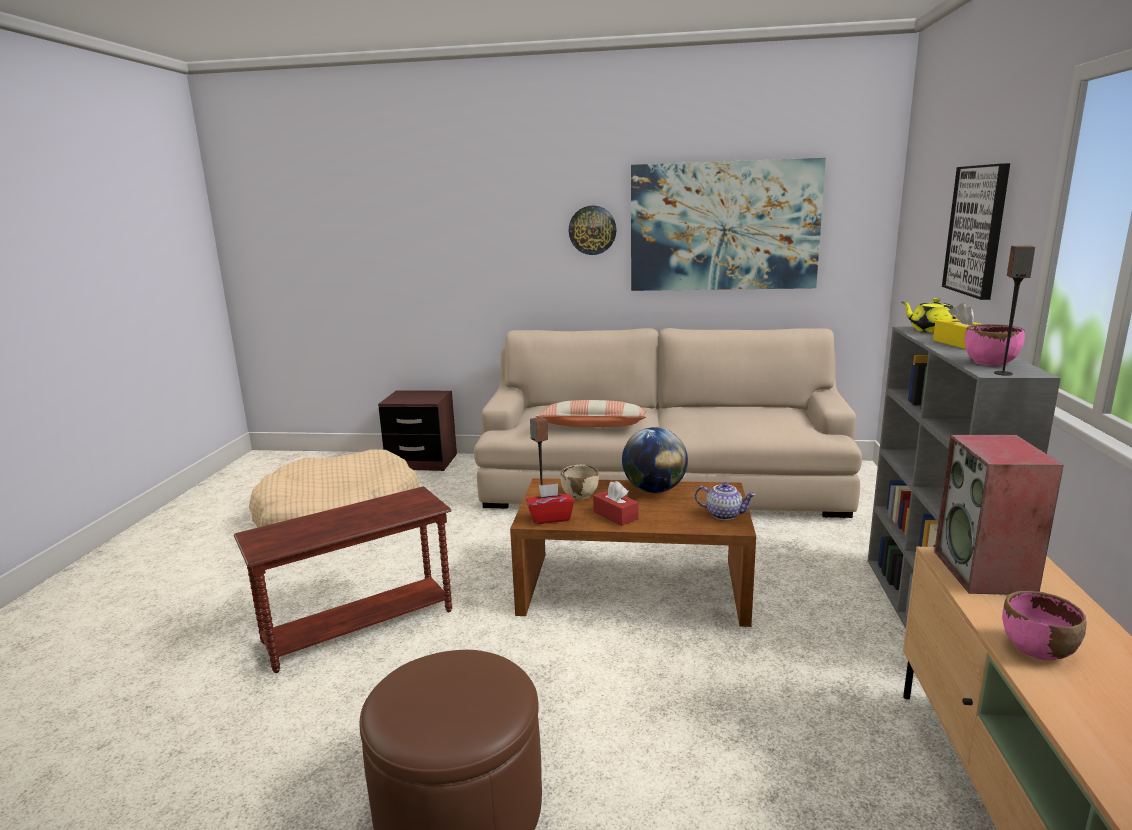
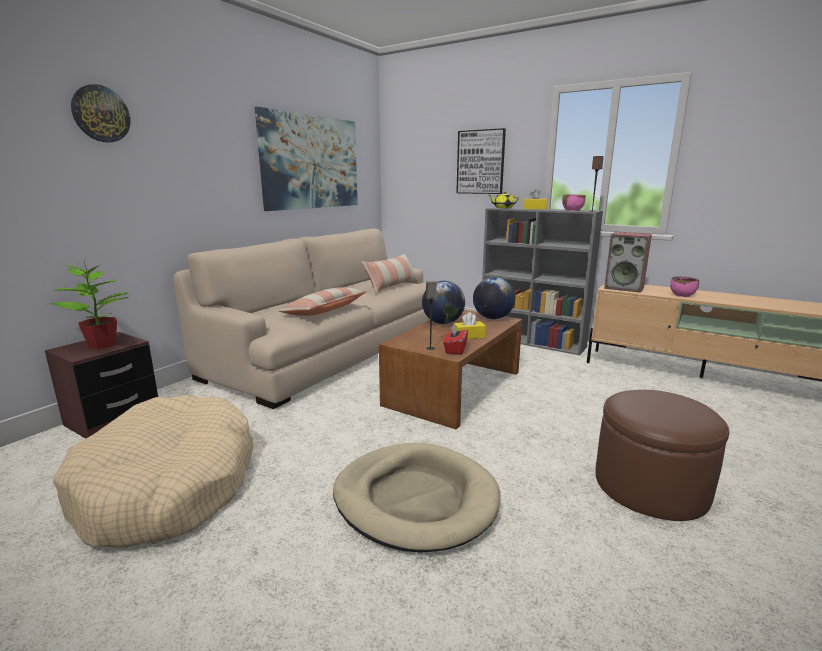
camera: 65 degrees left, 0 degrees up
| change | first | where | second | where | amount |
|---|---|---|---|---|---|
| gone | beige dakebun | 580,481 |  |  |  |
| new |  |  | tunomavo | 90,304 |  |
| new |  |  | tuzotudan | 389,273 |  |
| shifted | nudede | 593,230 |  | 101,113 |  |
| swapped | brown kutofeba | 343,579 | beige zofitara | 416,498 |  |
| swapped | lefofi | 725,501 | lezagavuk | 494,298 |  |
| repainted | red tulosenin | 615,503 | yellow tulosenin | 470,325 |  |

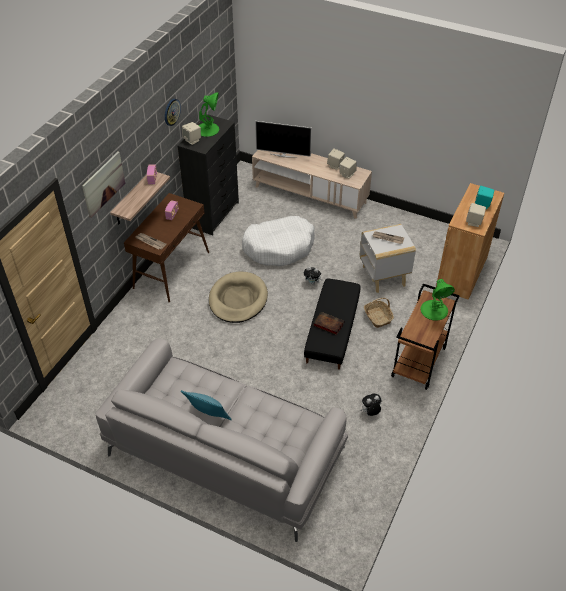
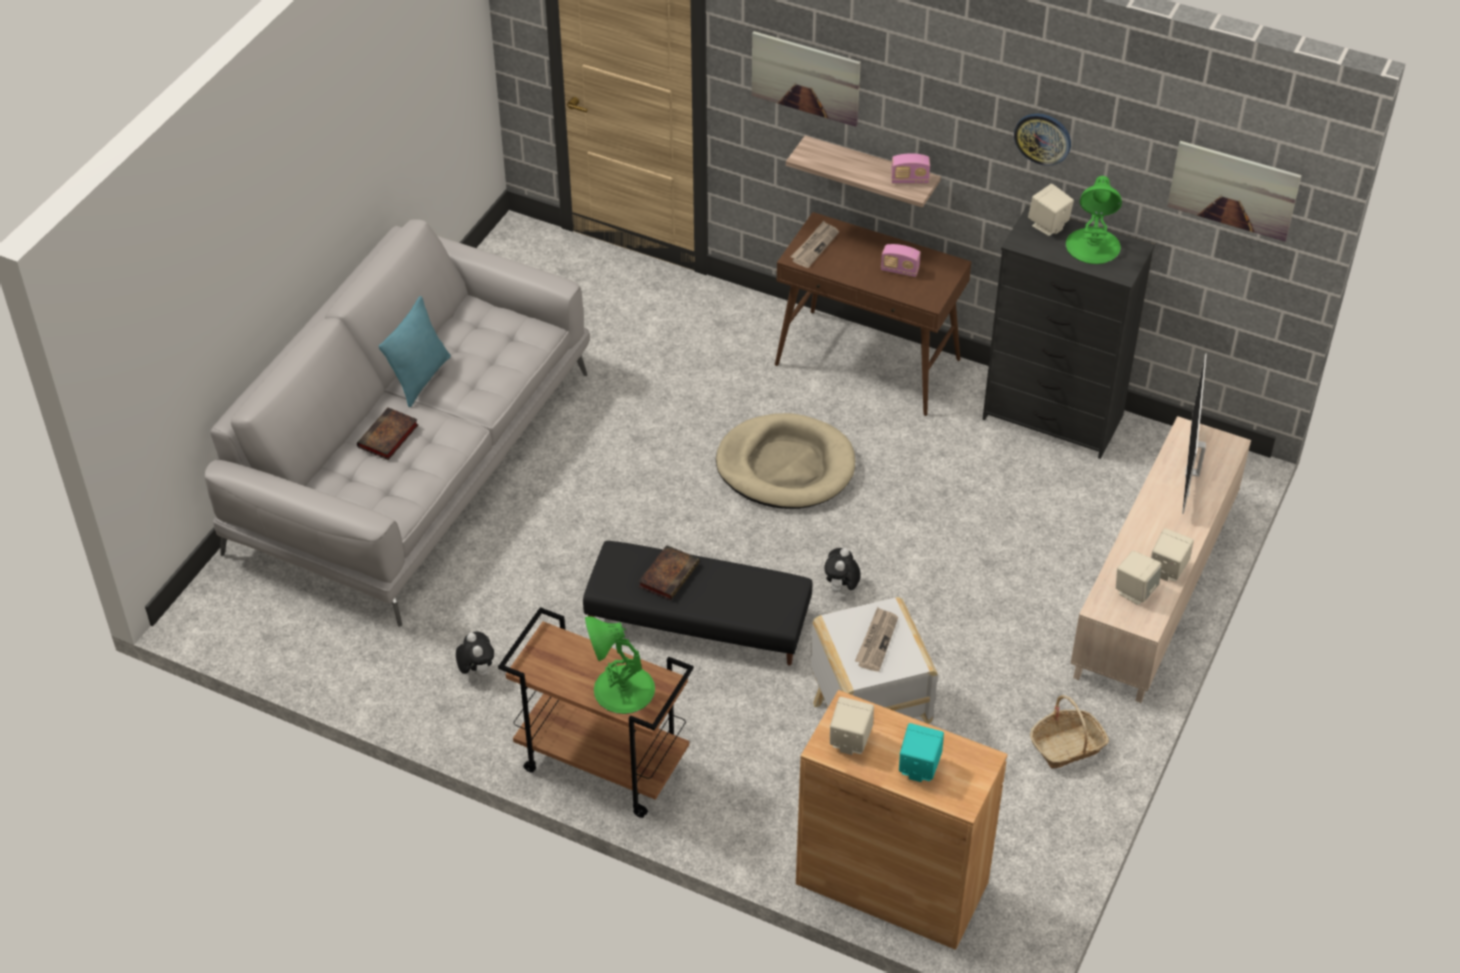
camera: 90 degrees right, 0 degrees up
| change | first | where | second | where | amount |
|---|---|---|---|---|---|
| gone | white zofitara | 278,241 |  |  |  |
| new |  |  | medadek | 388,433 |  |
| new |  |  | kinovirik | 1234,191 |  |
| shifted | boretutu | 379,313 |  | 1069,731 |  |

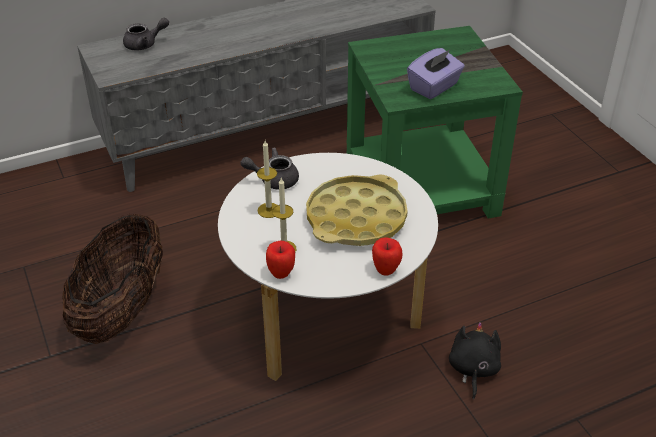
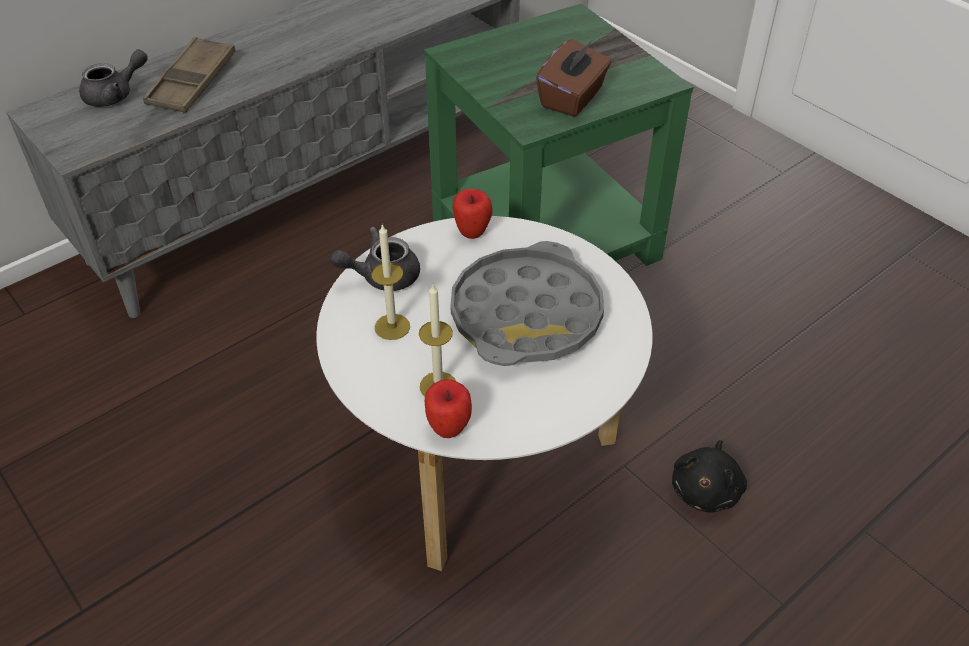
camera: 15 degrees left, 5 degrees up
| change | first | where | second | where | amount |
|---|---|---|---|---|---|
| gone | boretutu | 112,279 |  |  |  |
| new |  |  | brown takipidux | 189,75 |  |
| shifted | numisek | 387,257 |  | 472,214 |  |
| repainted | yellow takipidux | 357,210 | grey takipidux | 527,303 |  |
| repainted | purple tulosenin | 436,73 | brown tulosenin | 573,78 |  |
| rotated | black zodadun | 475,361 |  | 709,476 | 150 degrees counterclockwise |

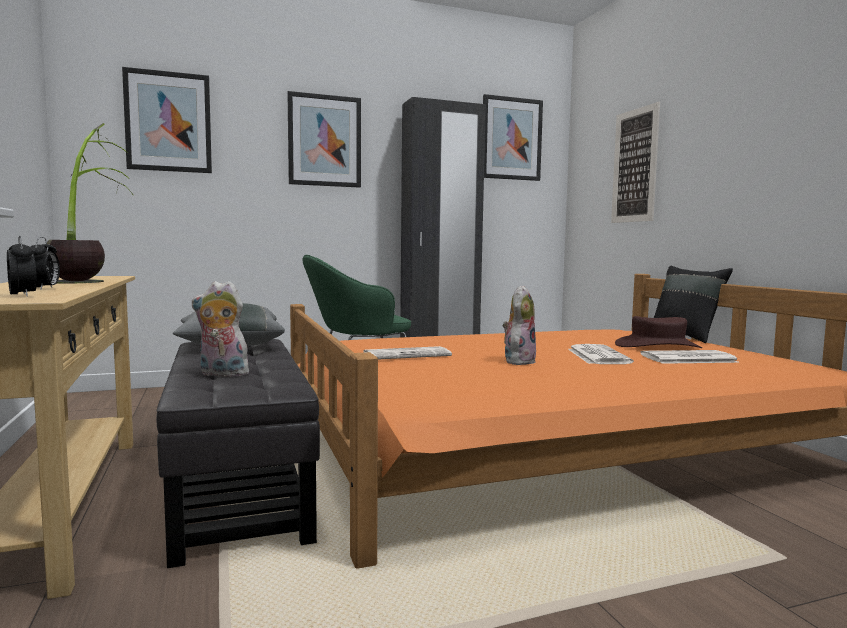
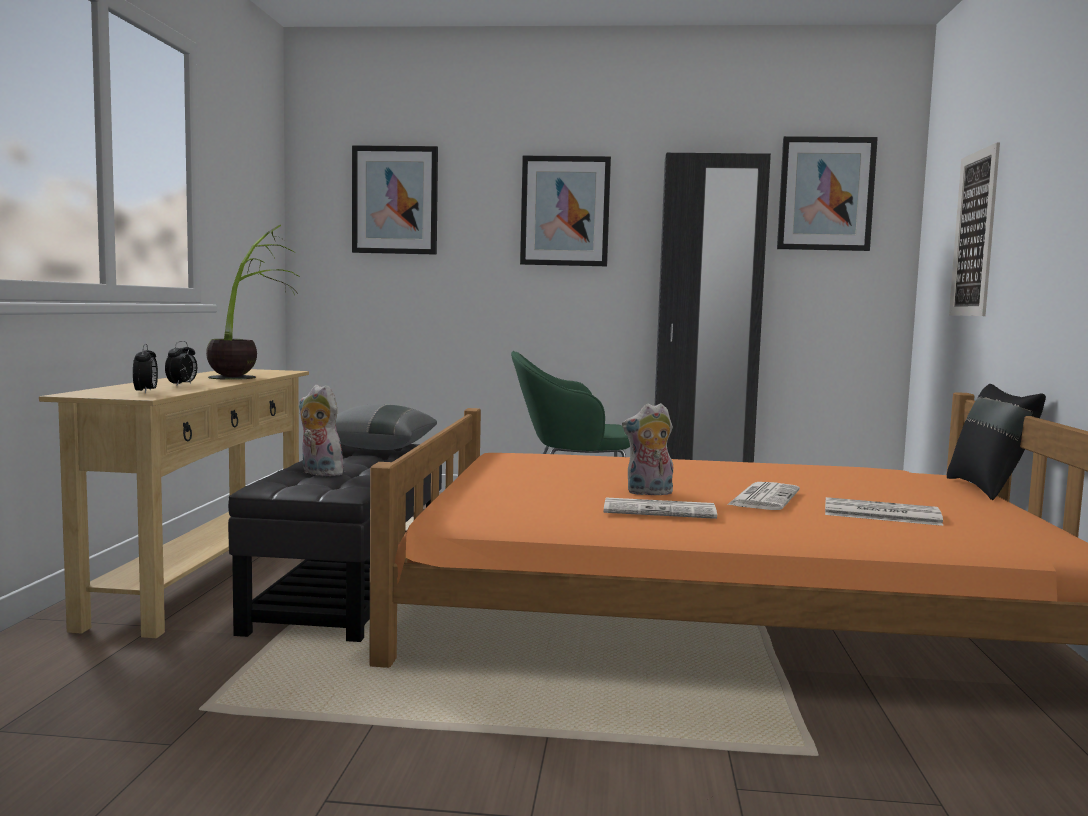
camera: 25 degrees right, 0 degrees up
| change | first | where | second | where | amount |
|---|---|---|---|---|---|
| gone | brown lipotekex | 658,332 |  |  |  |
| shifted | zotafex | 407,353 |  | 660,508 |  |
| rotated | zodadun | 519,325 |  | 647,449 | 150 degrees counterclockwise |

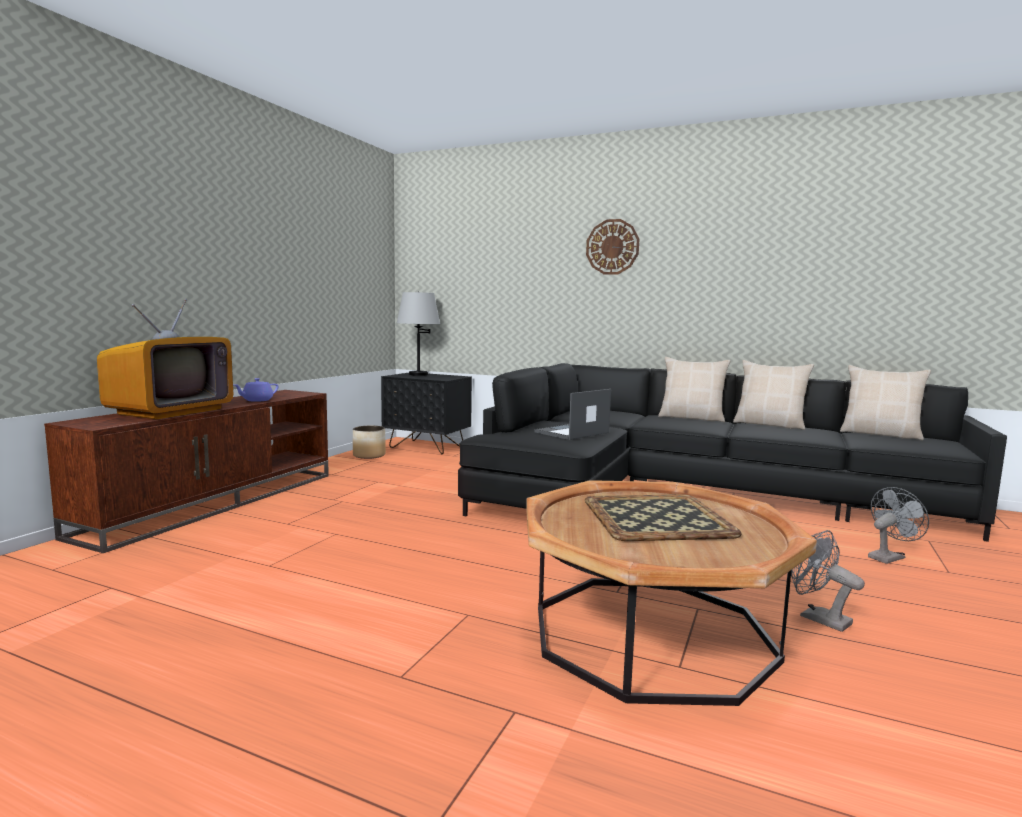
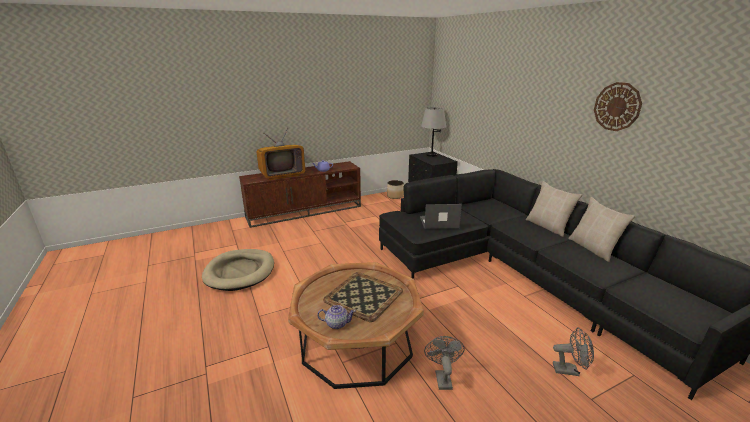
camera: 40 degrees right, 15 degrees up
| change | first | where | second | where | amount |
|---|---|---|---|---|---|
| gone | beige tuzotudan | 885,402 |  |  |  |
| new |  |  | beige zofitara | 238,270 |  |
| new |  |  | lefofi | 337,317 |  |
| shifted | nudede | 612,247 |  | 618,106 |  |

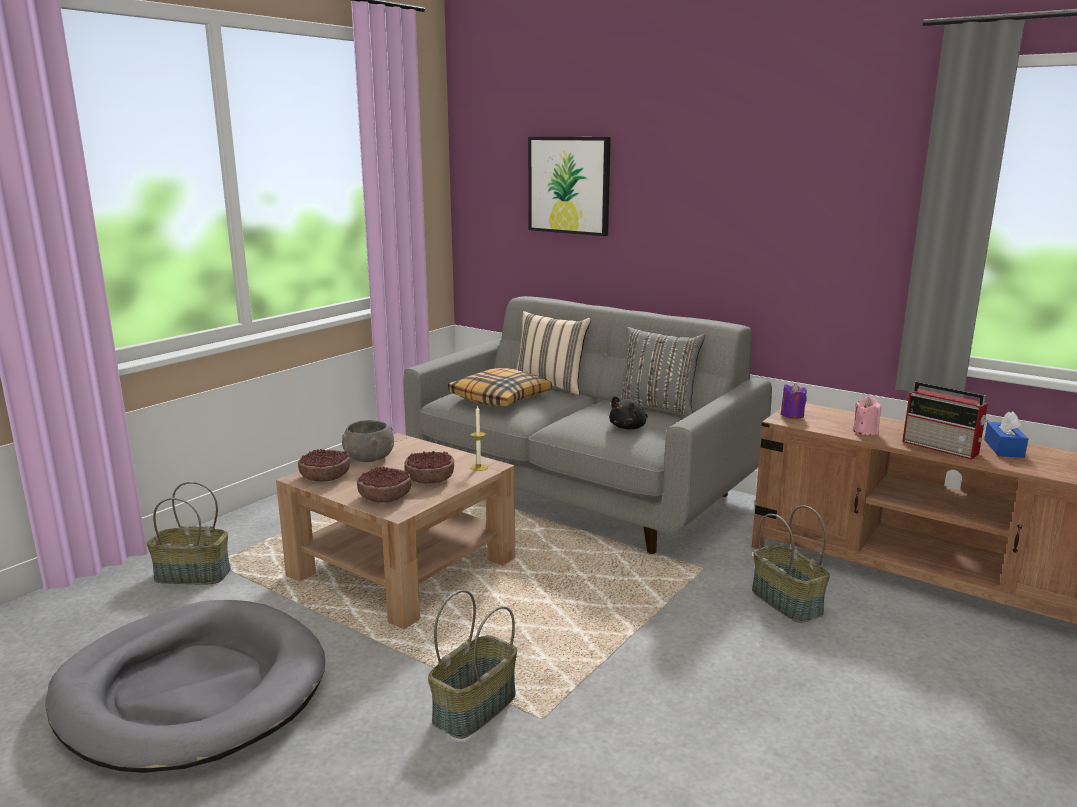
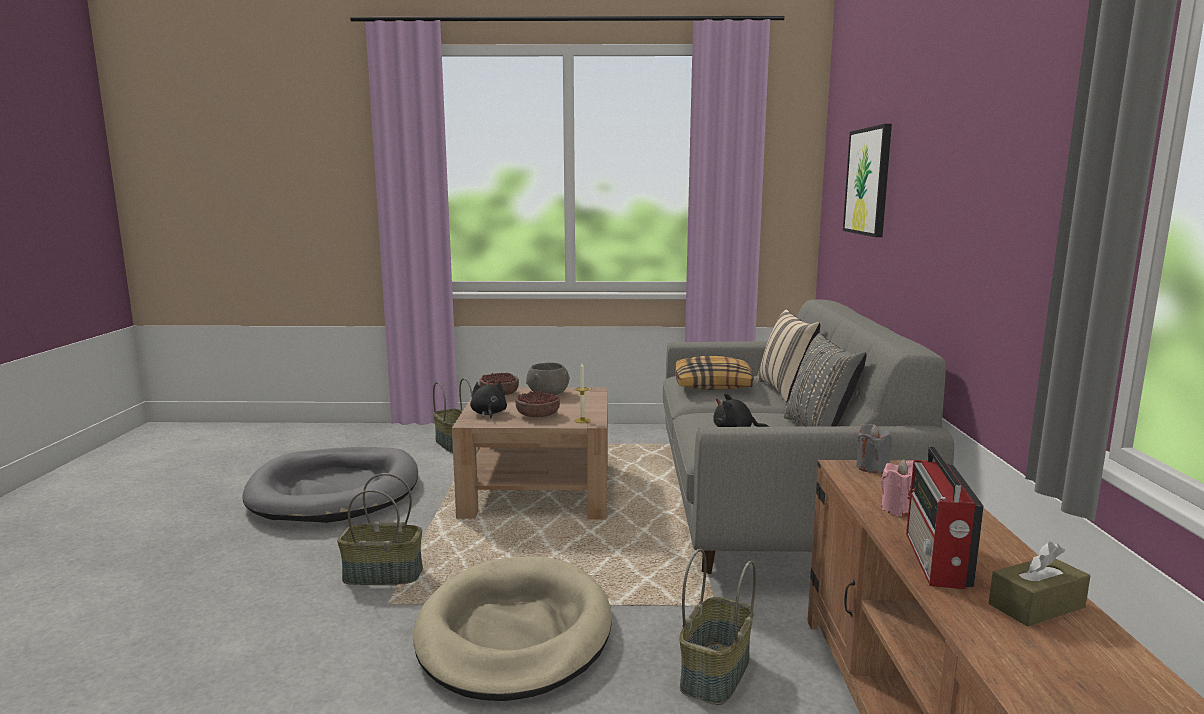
camera: 55 degrees right, 5 degrees down
| change | first | where | second | where | amount |
|---|---|---|---|---|---|
| new |  |  | beige zofitara | 513,629 |  |
| swapped | dakebun | 384,485 | black zodadun | 488,400 |  |
| repainted | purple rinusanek | 794,401 | grey rinusanek | 874,448 |  |
| repainted | blue tulosenin | 1006,434 | brown tulosenin | 1039,584 |  |

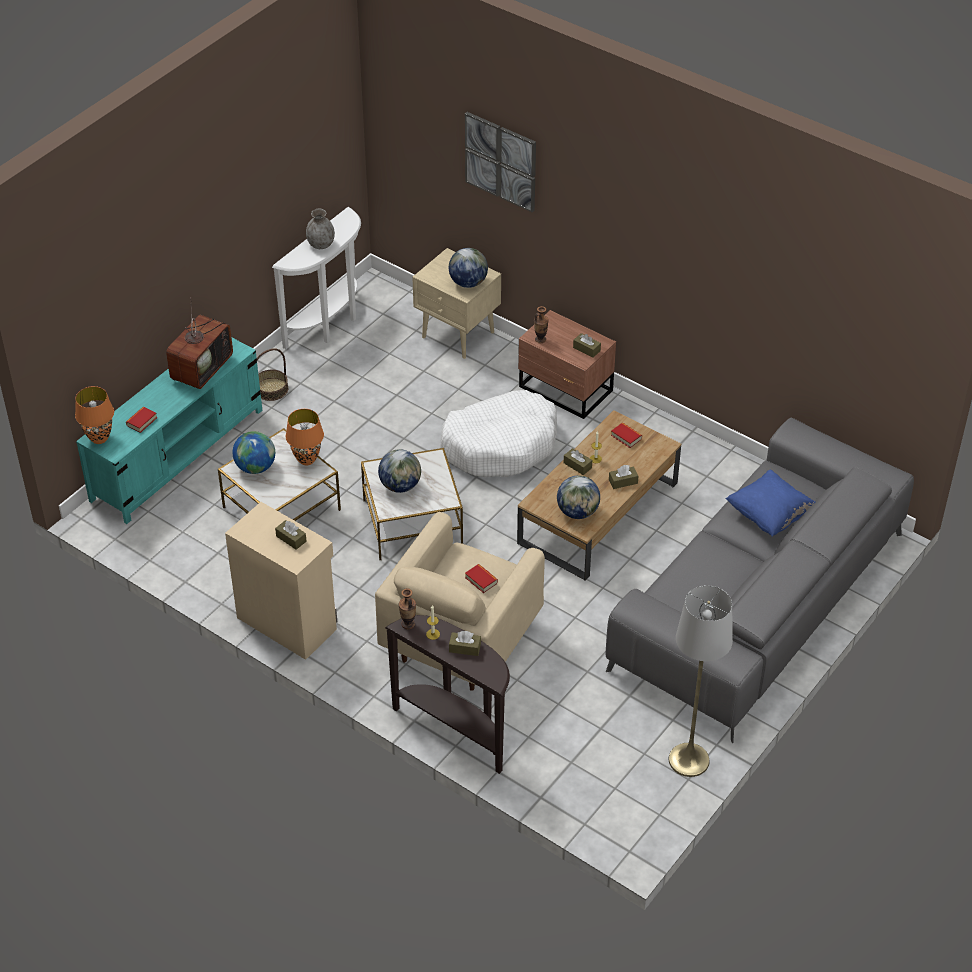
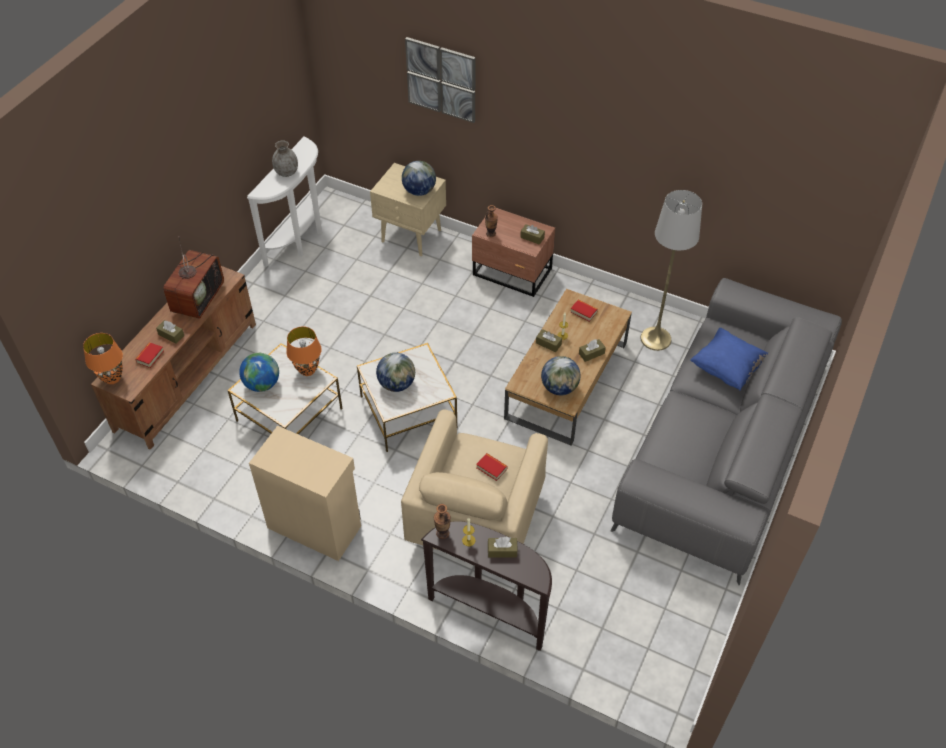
camera: 10 degrees left, 5 degrees up
| change | first | where | second | where | amount |
|---|---|---|---|---|---|
| gone | boretutu | 272,374 |  |  |  |
| gone | white zofitara | 498,433 |  |  |  |
| shifted | brown tulosenin | 291,535 |  | 170,332 |  |
| shifted | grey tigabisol | 701,681 |  | 671,270 |  |
| repainted | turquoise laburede | 169,430 | brown laburede | 173,358 |  |

